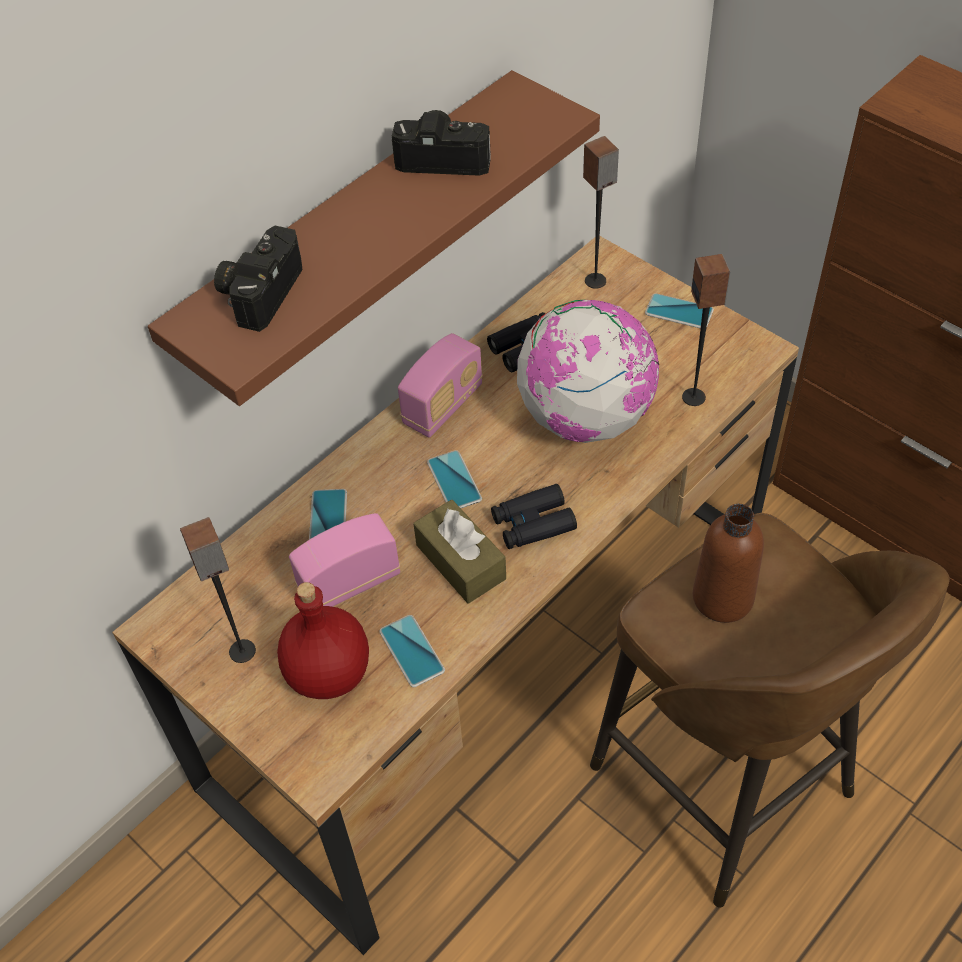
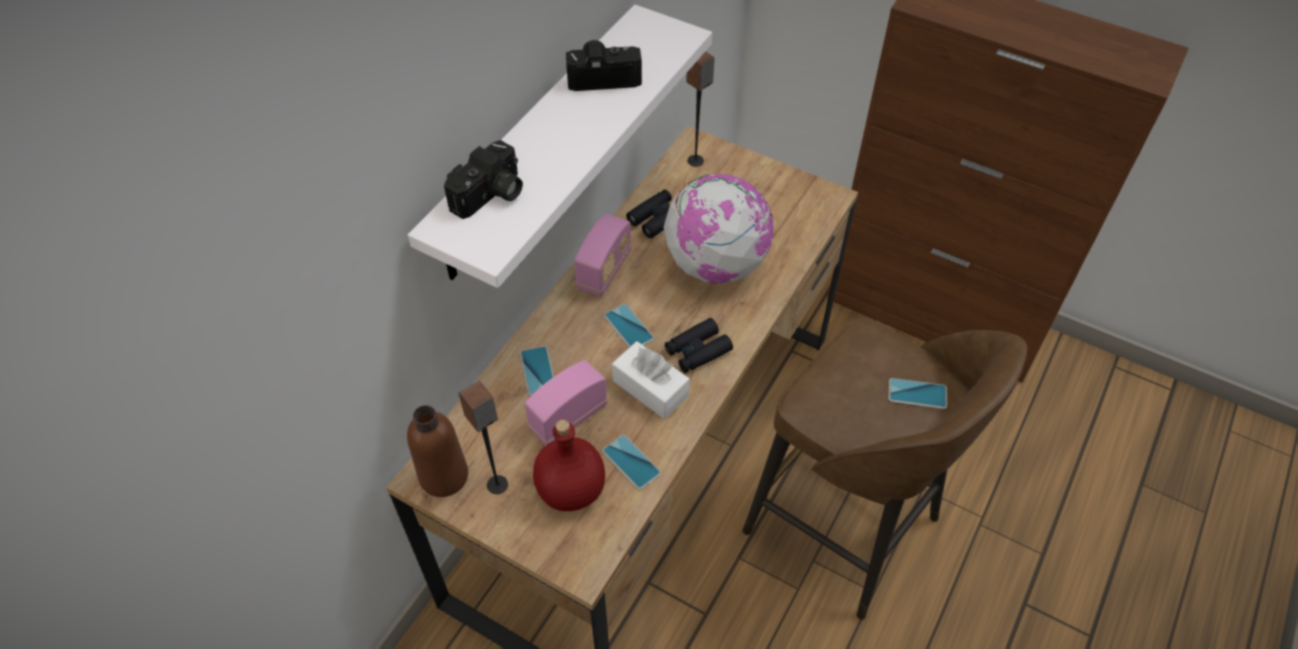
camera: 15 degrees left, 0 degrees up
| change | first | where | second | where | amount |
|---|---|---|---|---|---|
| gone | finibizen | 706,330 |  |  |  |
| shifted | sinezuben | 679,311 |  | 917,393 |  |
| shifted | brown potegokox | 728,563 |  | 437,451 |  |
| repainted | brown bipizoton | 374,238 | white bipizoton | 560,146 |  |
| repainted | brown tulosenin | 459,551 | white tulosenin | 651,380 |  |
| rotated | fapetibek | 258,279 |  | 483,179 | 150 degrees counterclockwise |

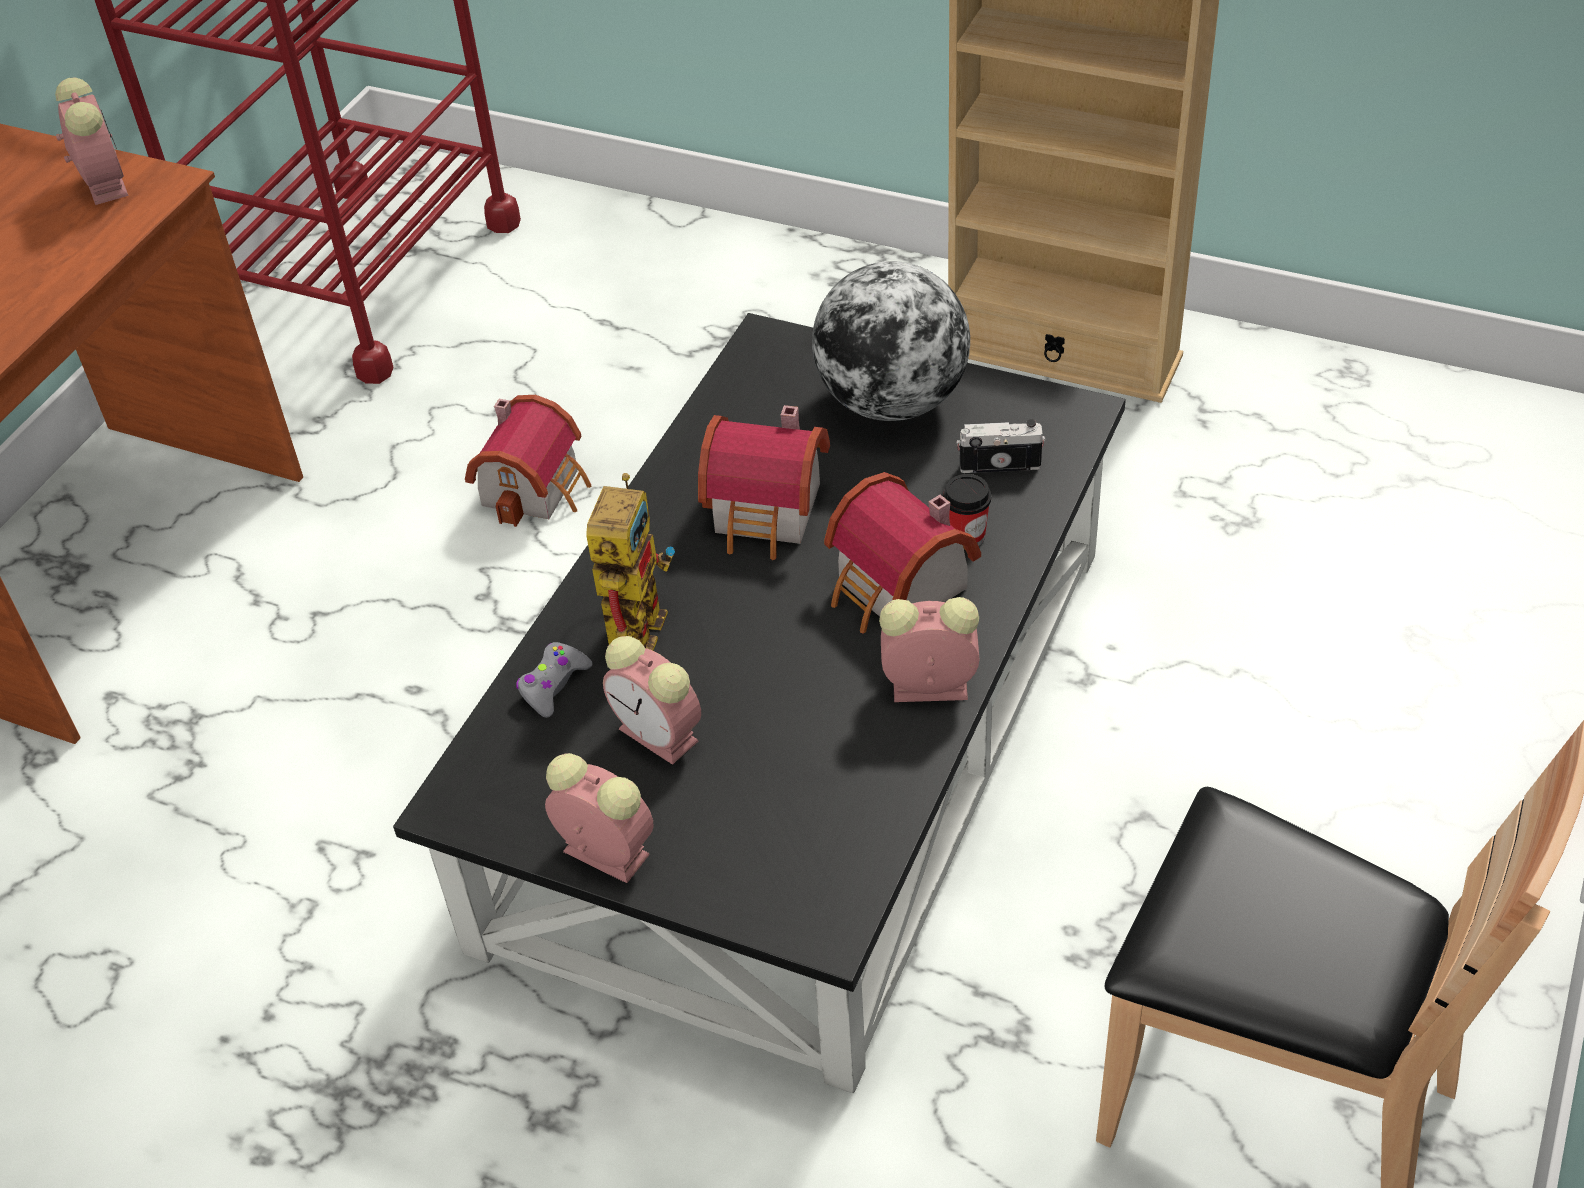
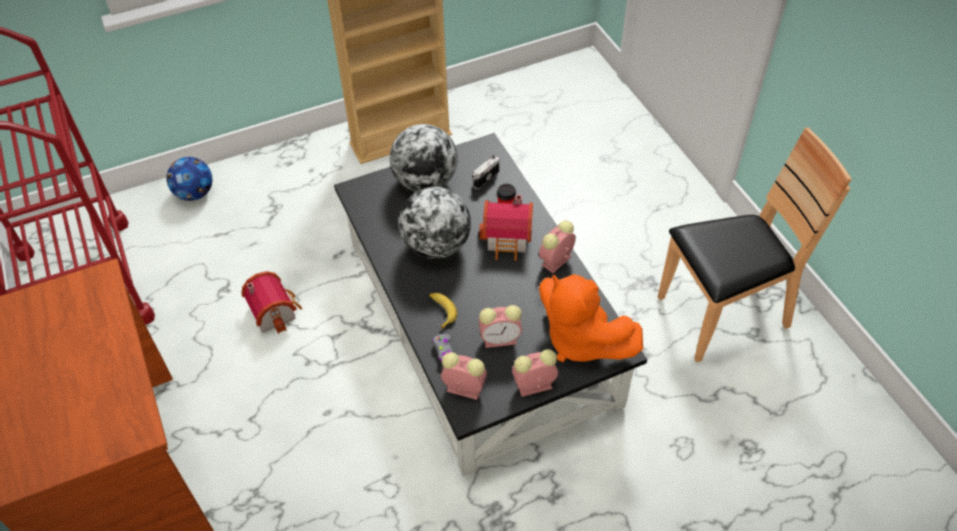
camera: 50 degrees left, 5 degrees up
| change | first | where | second | where | amount |
|---|---|---|---|---|---|
| new |  |  | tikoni | 189,179 |  |
| new |  |  | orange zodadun | 591,318 |  |
| shifted | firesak | 92,141 |  | 464,376 |  |
| swapped | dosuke | 630,561 | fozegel | 443,311 |  |
| swapped | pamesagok | 764,482 | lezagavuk | 435,223 |  |

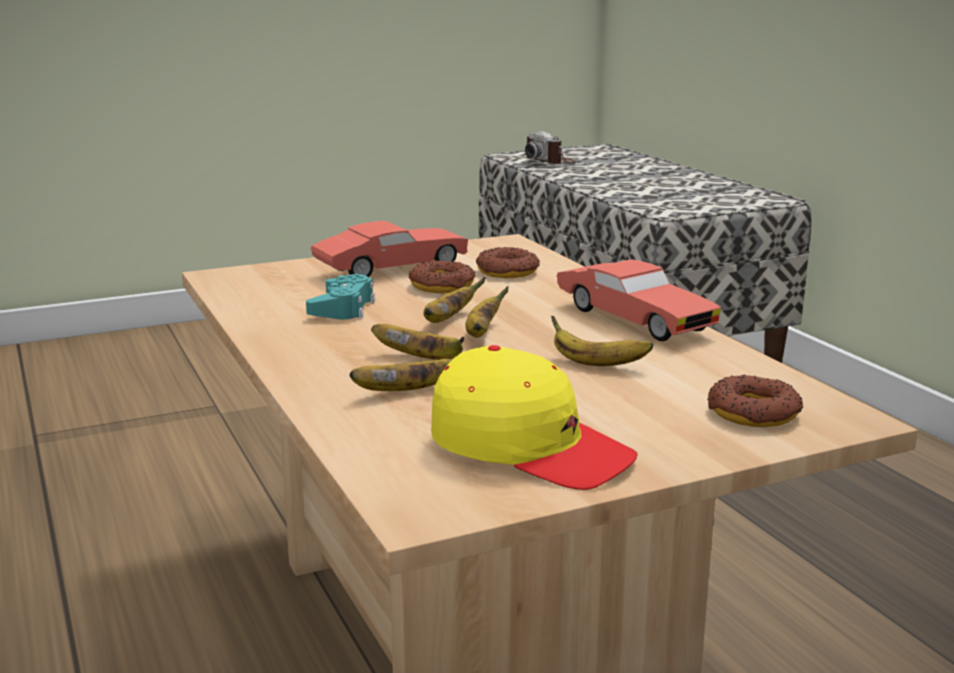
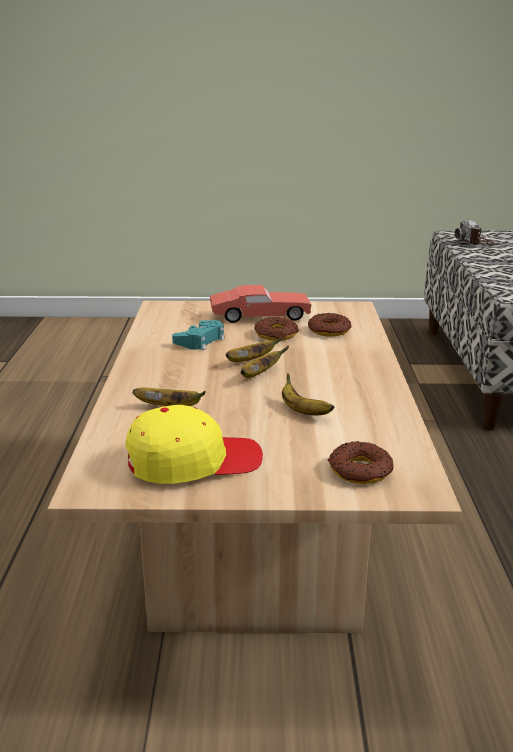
camera: 25 degrees right, 5 degrees up
| change | first | where | second | where | amount |
|---|---|---|---|---|---|
| gone | fozegel | 417,342 |  |  |  |
| gone | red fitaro | 638,300 |  |  |  |
| rotated | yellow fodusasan | 534,417 |  | 194,444 | 75 degrees counterclockwise |

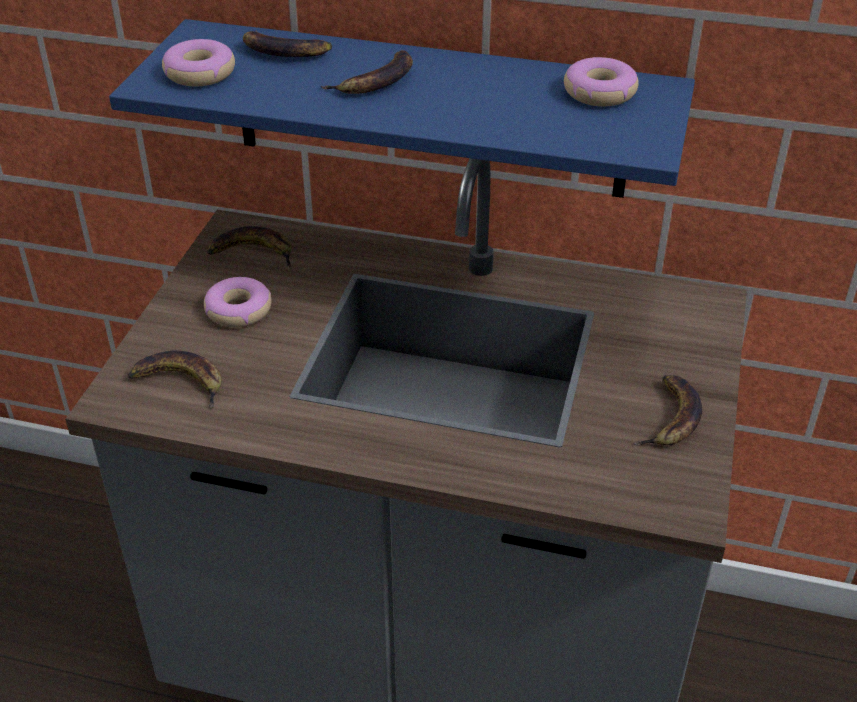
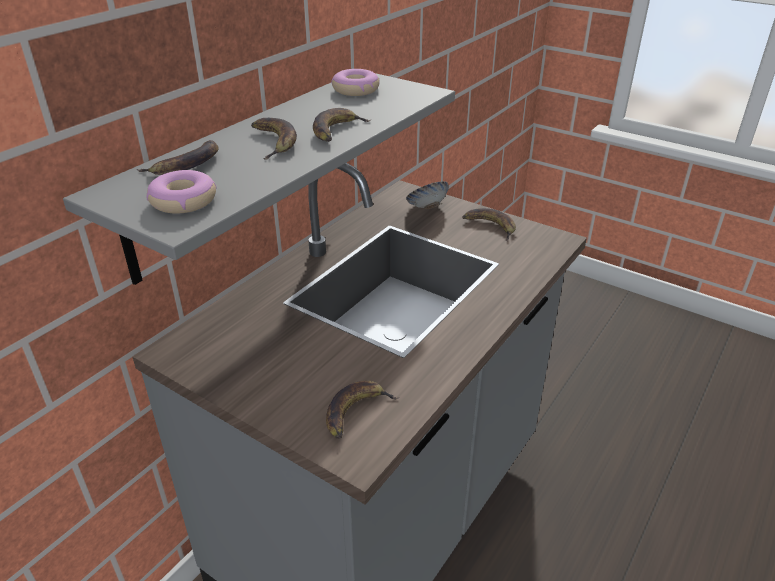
camera: 70 degrees left, 5 degrees down
| change | first | where | second | where | amount |
|---|---|---|---|---|---|
| gone | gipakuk | 238,302 |  |  |  |
| new |  |  | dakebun | 427,195 |  |
| shifted | fozegel | 249,247 |  | 342,125 |  |
| repainted | blue bipizoton | 402,108 | grey bipizoton | 259,179 |  |

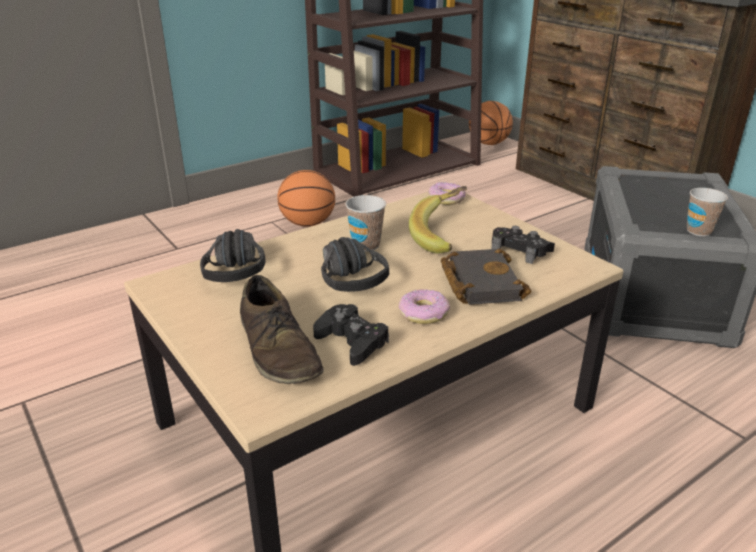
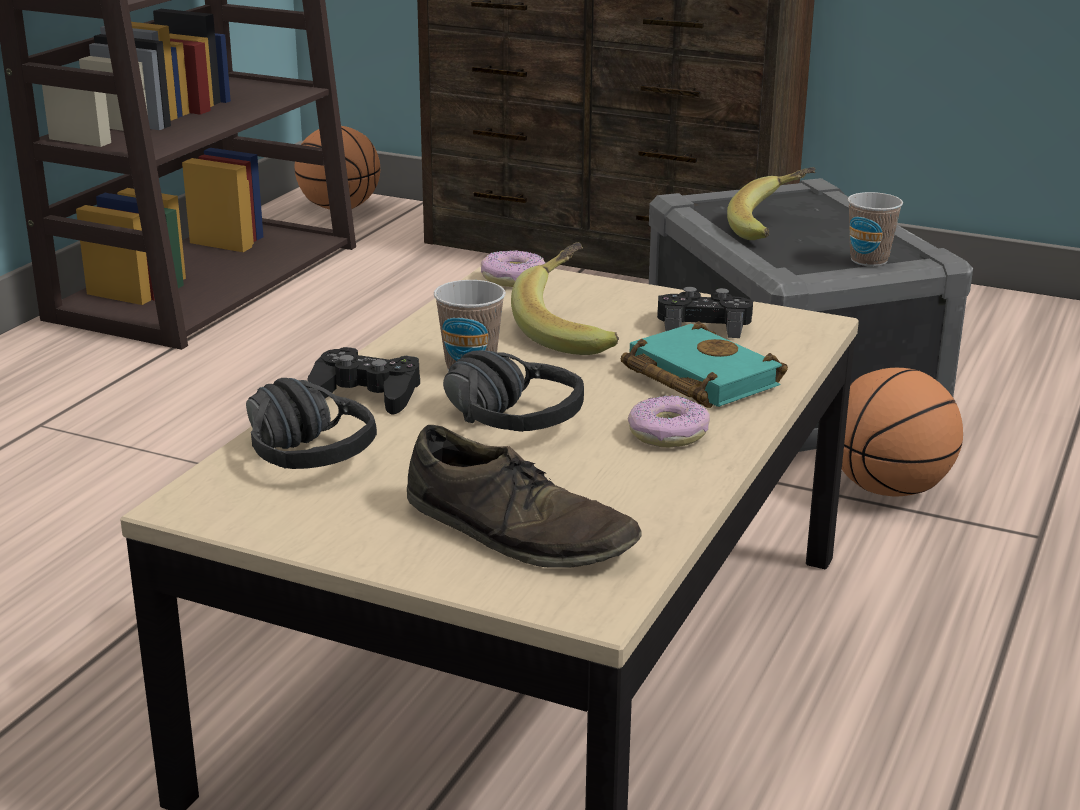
camera: 30 degrees left, 5 degrees down
| change | first | where | second | where | amount |
|---|---|---|---|---|---|
| new |  |  | fozegel | 771,203 |  |
| shifted | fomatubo | 306,198 |  | 902,432 |  |
| shifted | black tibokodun | 351,335 |  | 363,381 |  |
| repainted | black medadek | 486,277 | turquoise medadek | 704,364 |  |

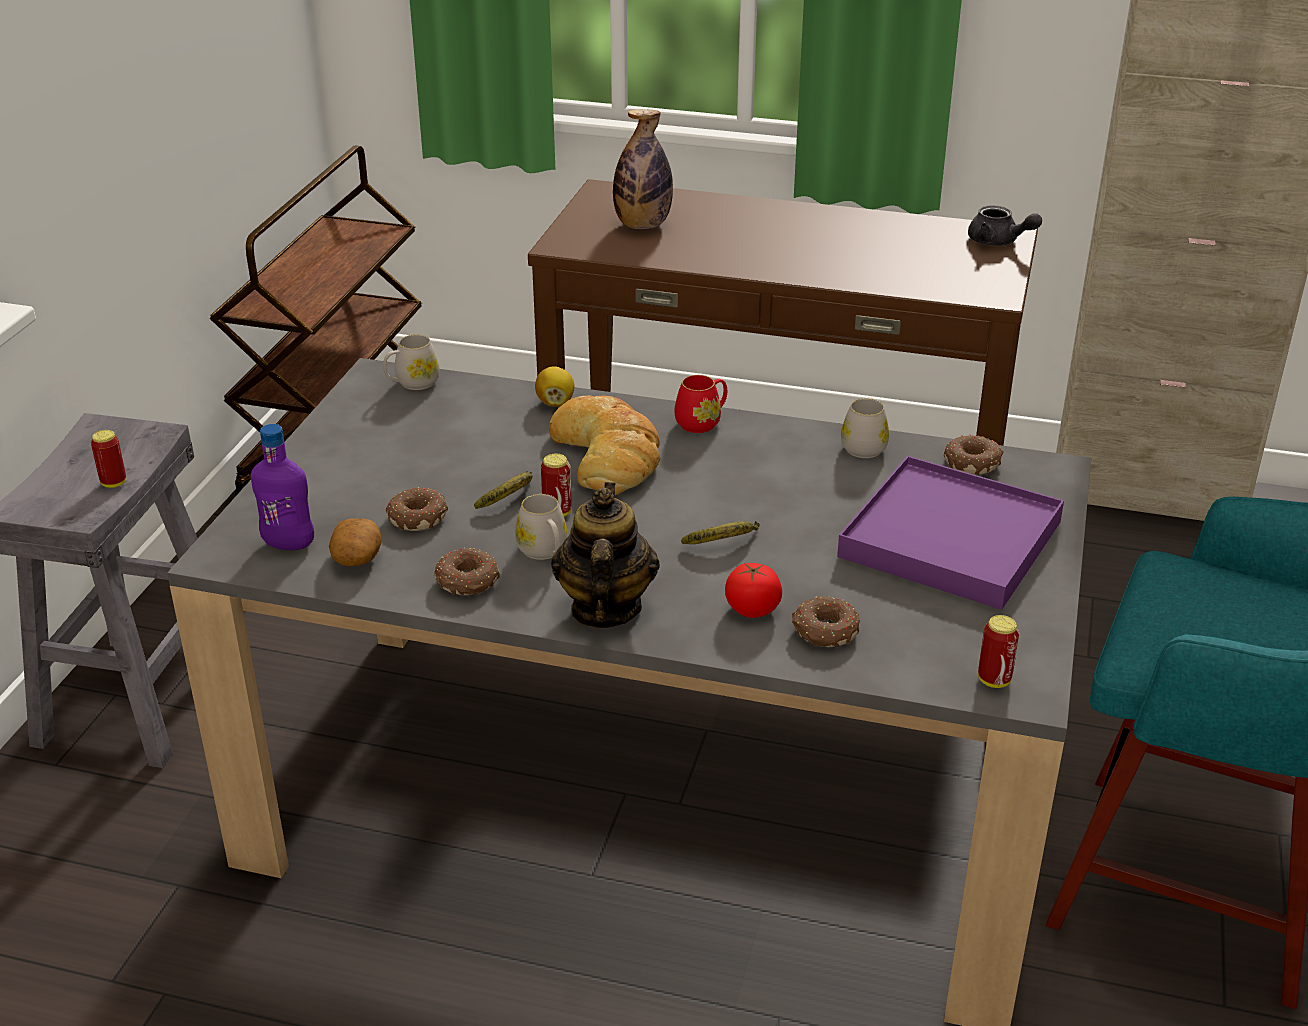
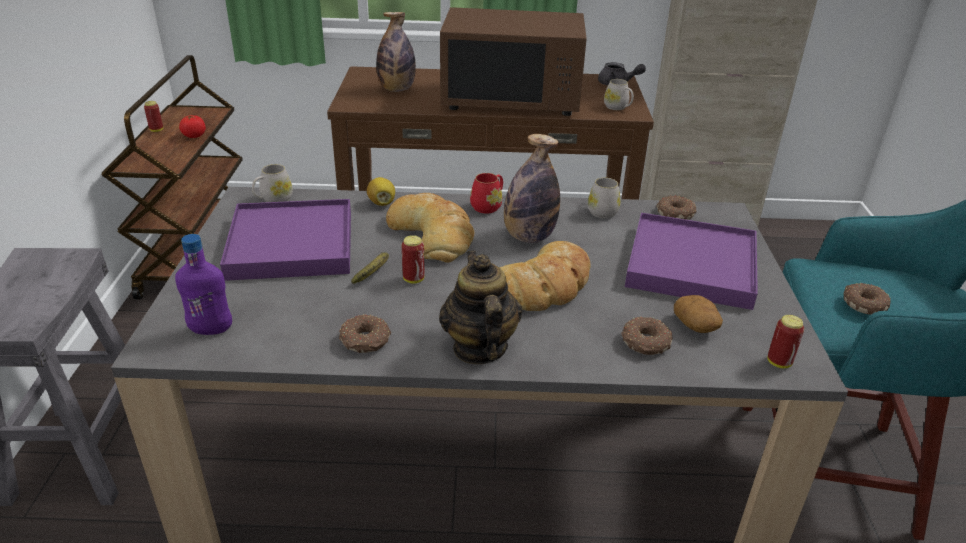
camera: 15 degrees left, 0 degrees up
| change | first | where | second | where | amount |
|---|---|---|---|---|---|
| new |  |  | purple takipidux | 285,240 |  |
| new |  |  | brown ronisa | 513,61 |  |
| new |  |  | potegokox | 532,188 |  |
| shifted | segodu | 108,459 |  | 153,116 |  |
| shifted | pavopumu | 355,542 |  | 698,314 |  |
| shifted | gipakuk | 417,509 |  | 867,299 |  |
| shifted | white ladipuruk | 541,527 |  | 619,94 |  |
| shifted | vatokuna | 753,590 |  | 192,126 |  |
| swapped | fozegel | 720,532 | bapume | 545,276 |  |

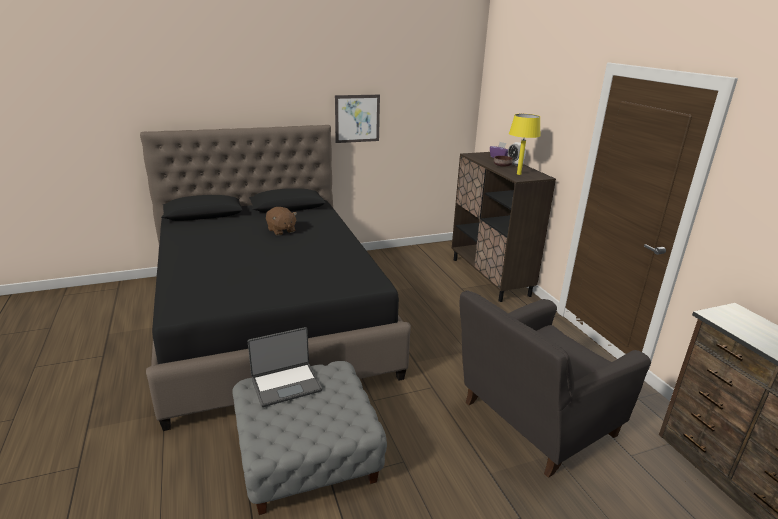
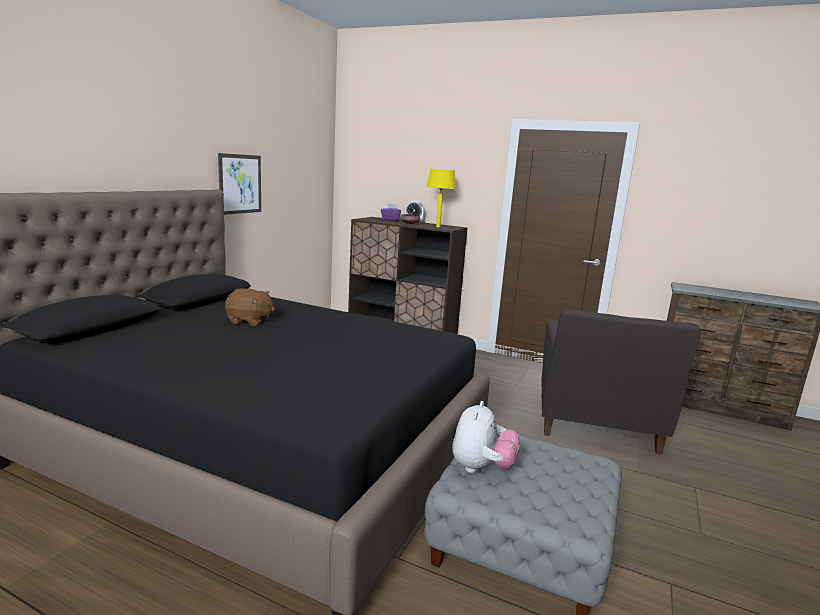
camera: 45 degrees left, 10 degrees down
| change | first | where | second | where | amount |
|---|---|---|---|---|---|
| swapped | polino | 285,367 | zodadun | 486,437 |  |

